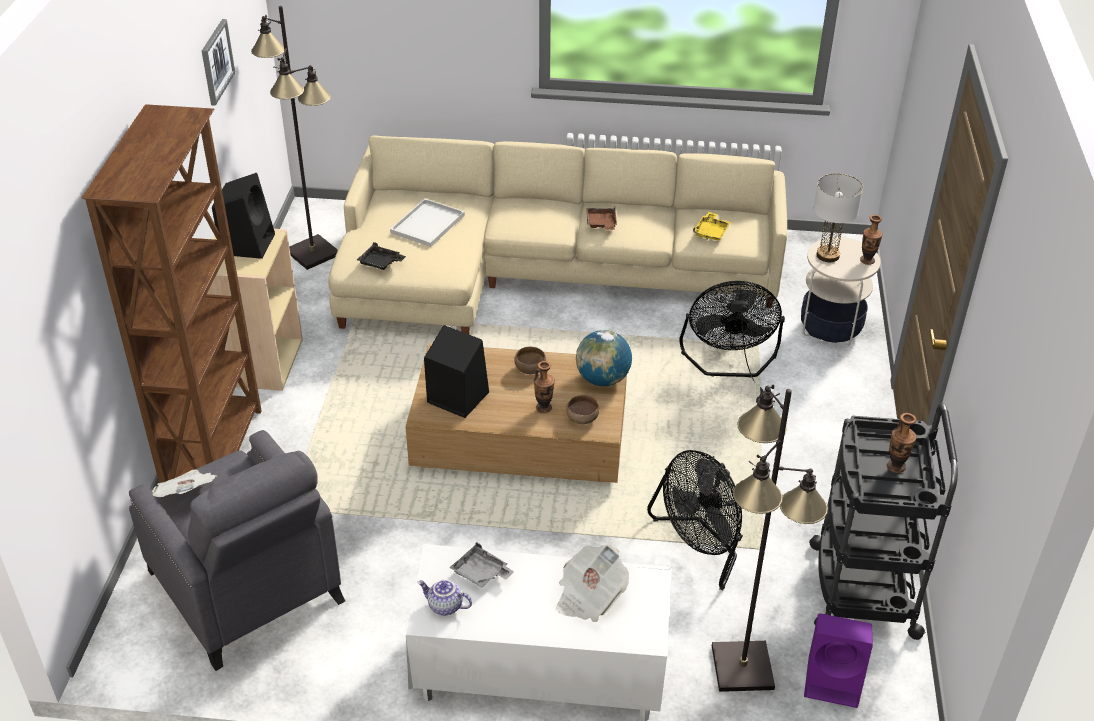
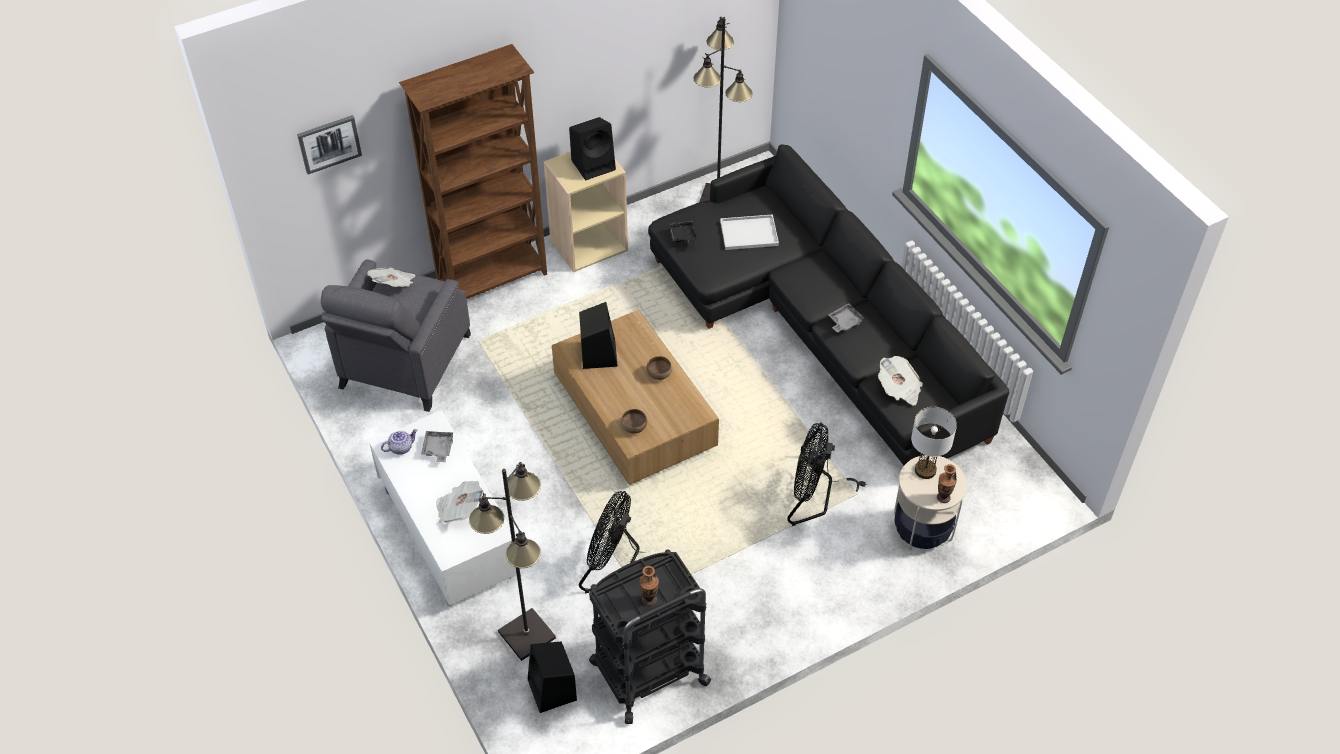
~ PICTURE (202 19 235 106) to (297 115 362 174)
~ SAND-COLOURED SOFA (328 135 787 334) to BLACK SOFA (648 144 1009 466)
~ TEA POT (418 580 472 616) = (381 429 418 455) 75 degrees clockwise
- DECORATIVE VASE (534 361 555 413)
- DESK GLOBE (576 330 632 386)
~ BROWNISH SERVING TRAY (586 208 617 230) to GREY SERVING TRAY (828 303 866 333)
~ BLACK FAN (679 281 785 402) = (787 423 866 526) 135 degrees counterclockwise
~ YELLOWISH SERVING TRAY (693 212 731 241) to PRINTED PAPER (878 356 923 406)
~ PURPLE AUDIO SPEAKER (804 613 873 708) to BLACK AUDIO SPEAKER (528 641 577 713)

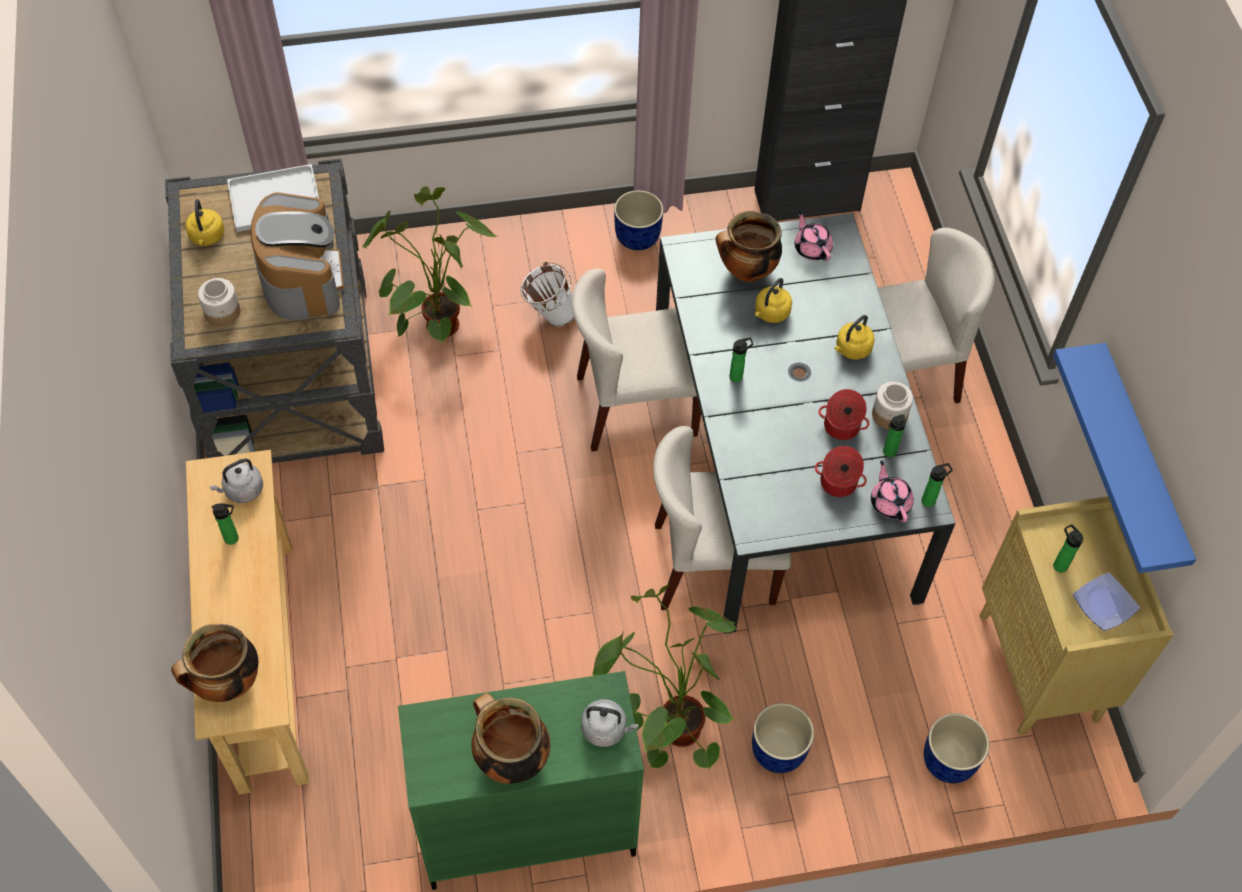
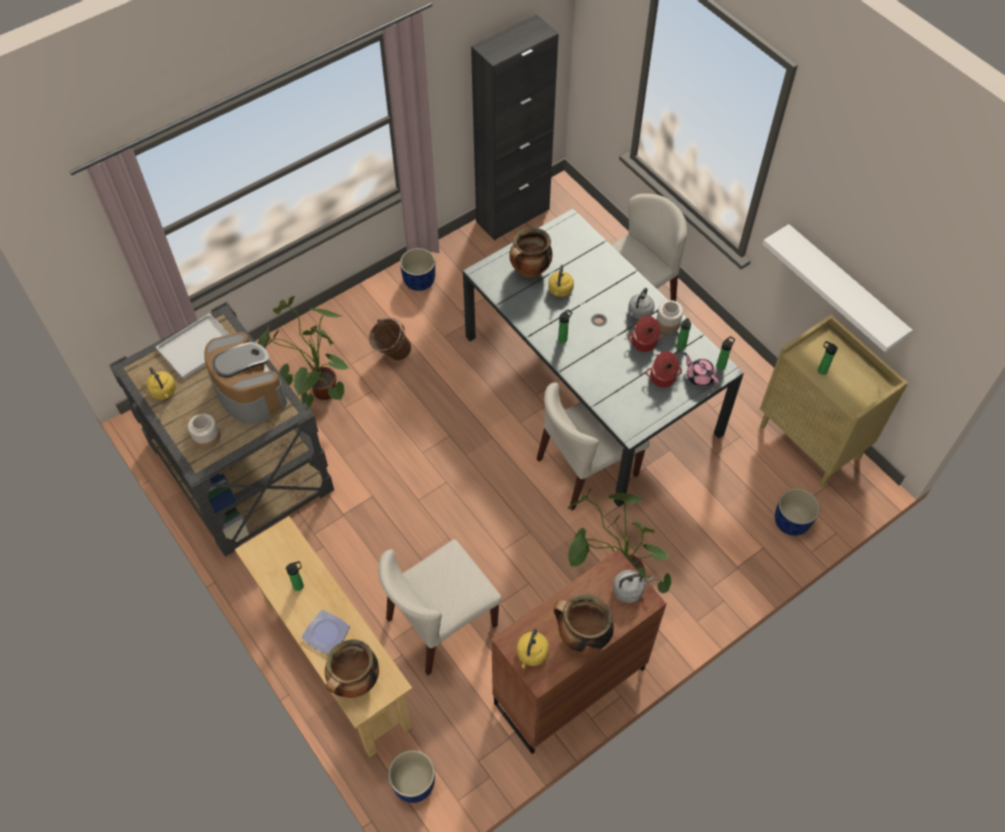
~ GREY TEA KETTLE (210 458 263 503) to (628 288 654 319)
~ GREEN DRAWER CHEST (398 671 644 890) to BROWNISH DRAWER CHEST (491 549 667 754)
~ WHITE WATER BUCKET (521 261 574 327) to BROWNISH WATER BUCKET (369 318 412 361)
~ SAND-COLOURED UPRIGHT CHAIR (572 268 701 452) to (378 539 502 675)
~ BLUISH FLOWER POT (752 703 814 773) to (388 750 435 803)
- PINKISH TEA POT (795 211 833 261)
~ YELLOWISH TEA KETTLE (834 315 875 360) to (517 629 549 668)
~ BLUISH WALL SHELF (1053 343 1196 573) to WHITE WALL SHELF (763 224 913 352)
~ DINNER PLATE (1073 572 1140 631) to (302 610 350 654)

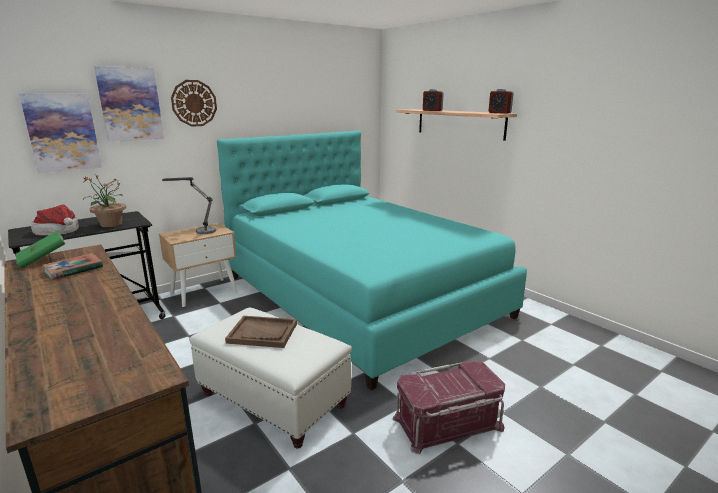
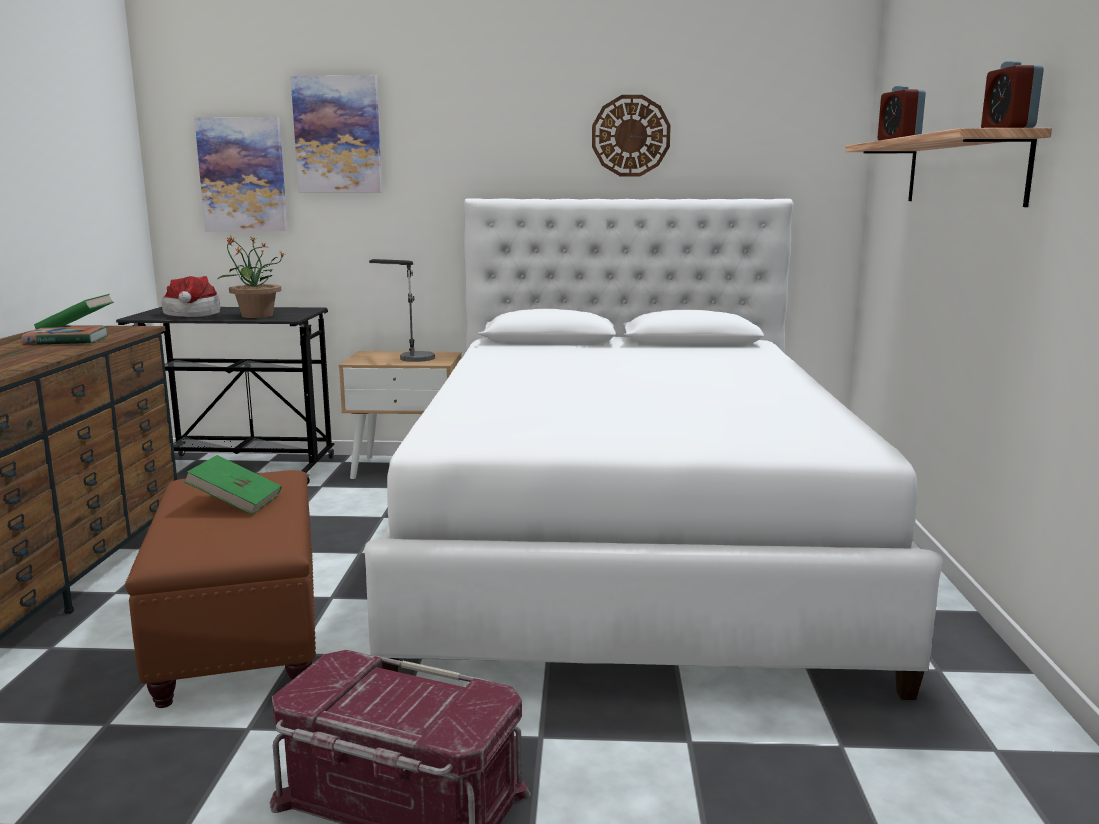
~ HANGING CLOCK (171 80 217 127) to (592 95 671 176)
~ WHITE FOOTREST (189 307 352 448) to BROWNISH FOOTREST (125 470 316 708)
~ TURQUOISE BED (217 131 527 390) to WHITE BED (364 198 942 700)
~ BROWNISH SERVING TRAY (225 316 297 348) to GREEN BOUND BOOK (184 455 282 515)

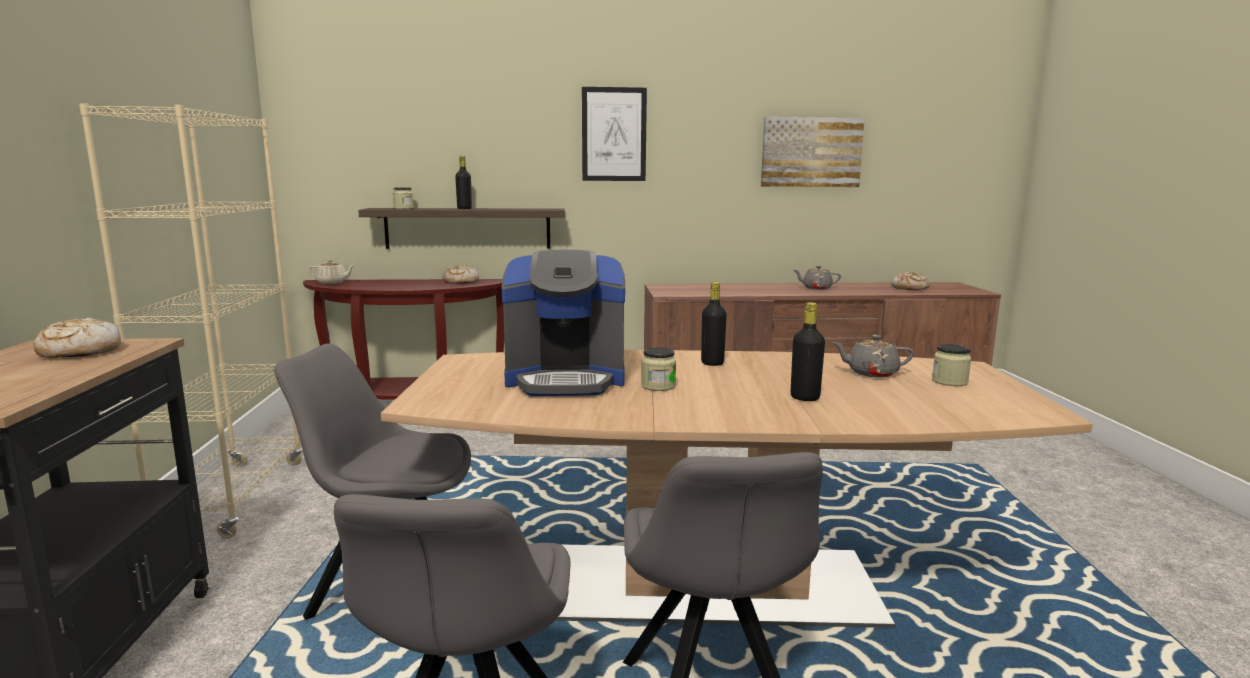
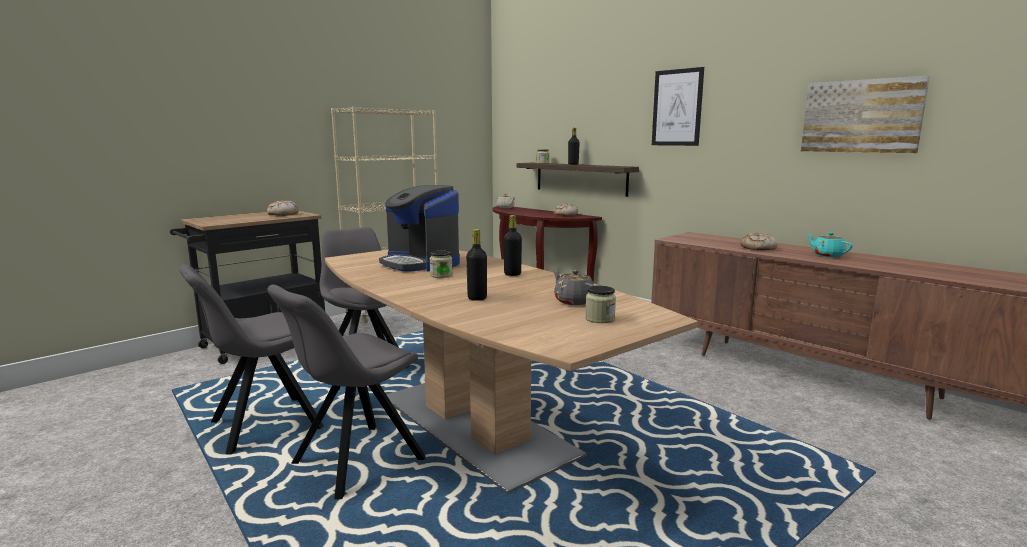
~ GREY TEA POT (794 266 841 290) to TURQUOISE TEA POT (807 233 853 257)
~ BREAD (891 272 930 290) to (740 233 778 250)

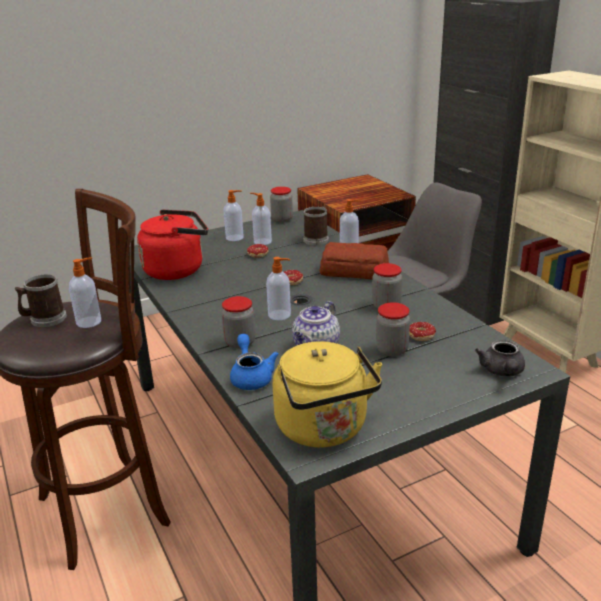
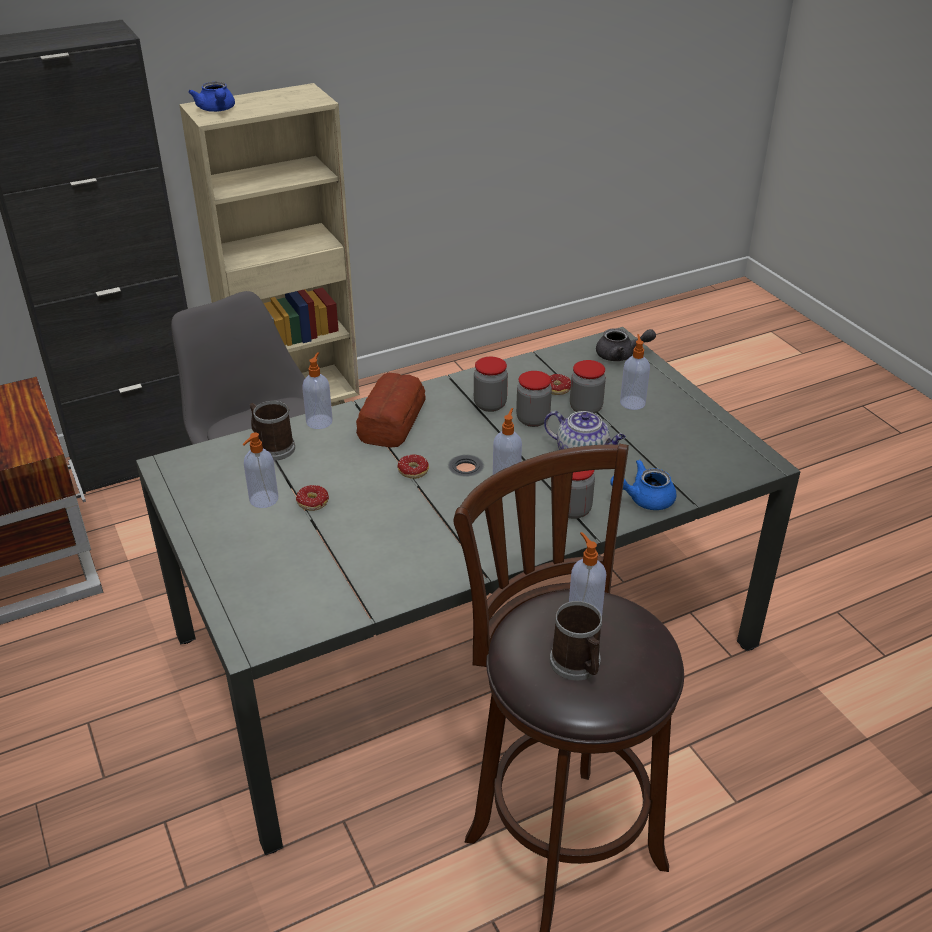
- RED TEA KETTLE (137 209 208 280)
~ SOAP BOTTLE (223 190 244 241) to (620 334 650 410)
~ STORAGE JAR (270 187 293 223) to (516 371 552 427)
- YELLOWISH TEA KETTLE (273 341 382 448)
+ BLUISH TEA POT (188 82 235 112)

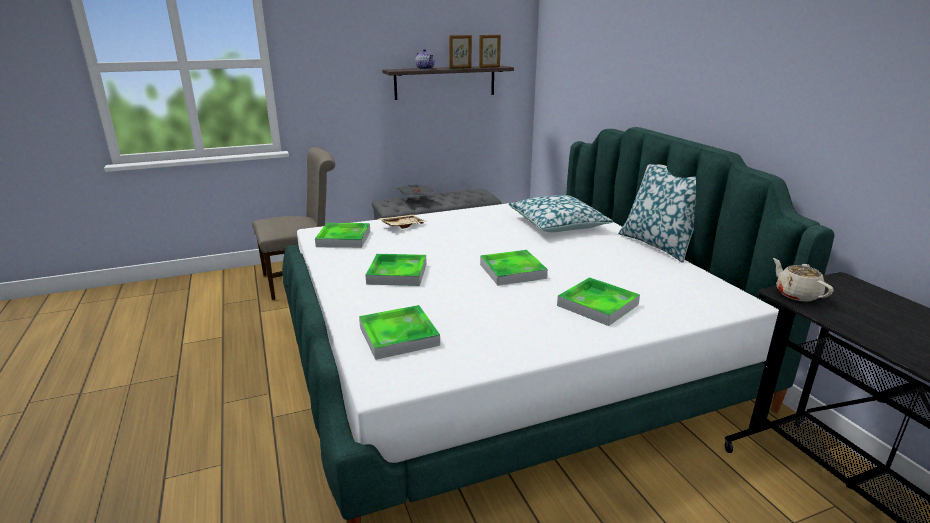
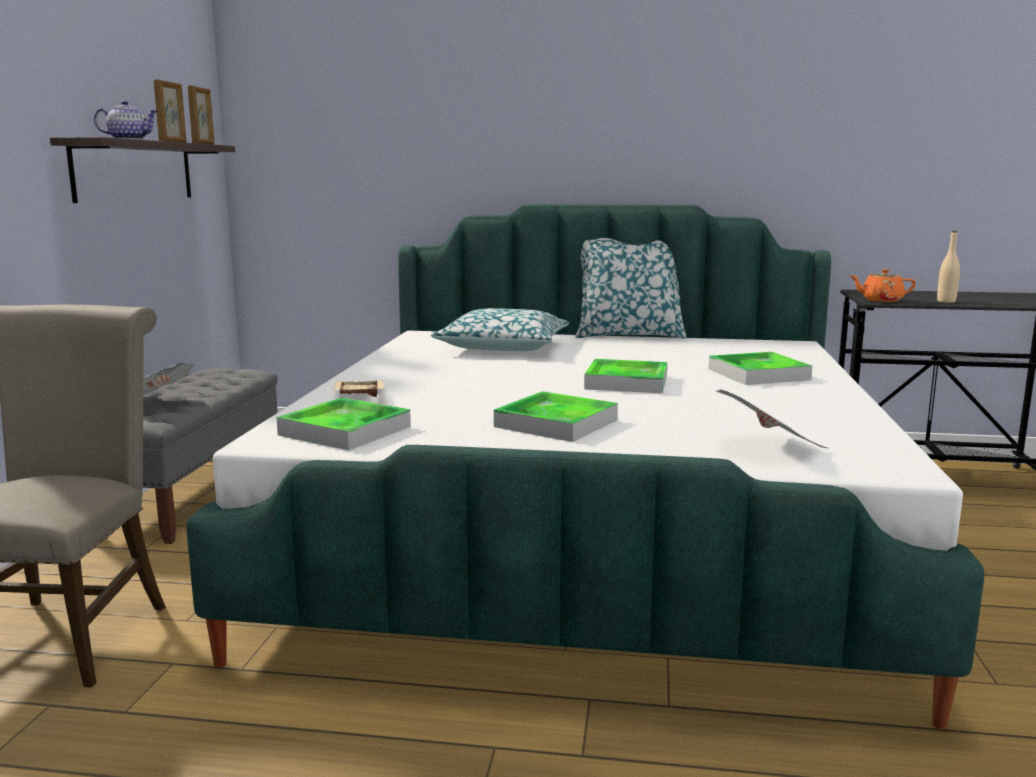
~ SERVING TRAY (359 305 440 360) to PRINTED PAPER (717 389 827 448)
~ SAND-COLOURED TEA POT (773 258 834 302) to ORANGE-COLOURED TEA POT (849 269 916 302)
+ SAND-COLOURED BEVERAGE BOTTLE (937 231 960 303)

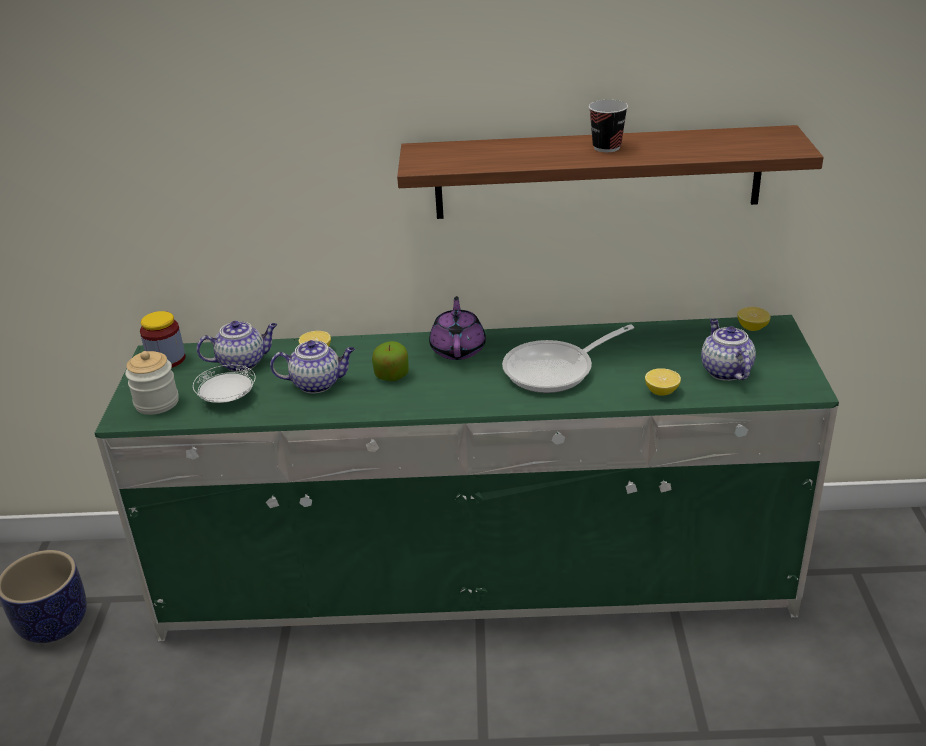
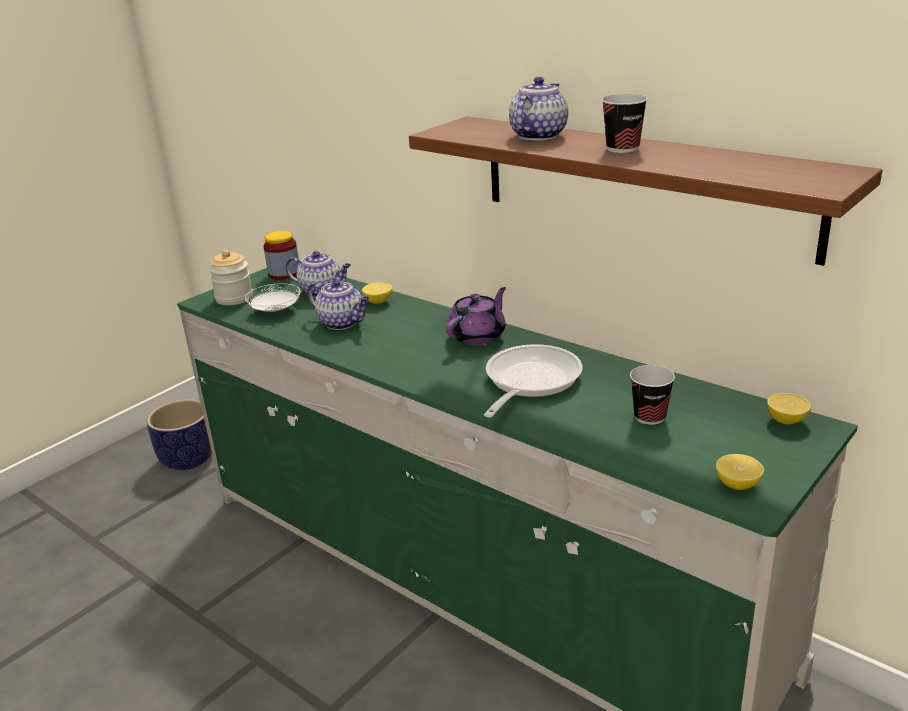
- APPLE (372 341 409 381)
~ SKILLET (502 324 634 393) = (484 344 583 417) 105 degrees clockwise
~ CITRUS FRUIT (645 368 681 395) to (716 454 764 490)
~ TEA POT (701 319 756 381) to (509 77 568 141)
+ SMALL CUP (630 365 675 425)

